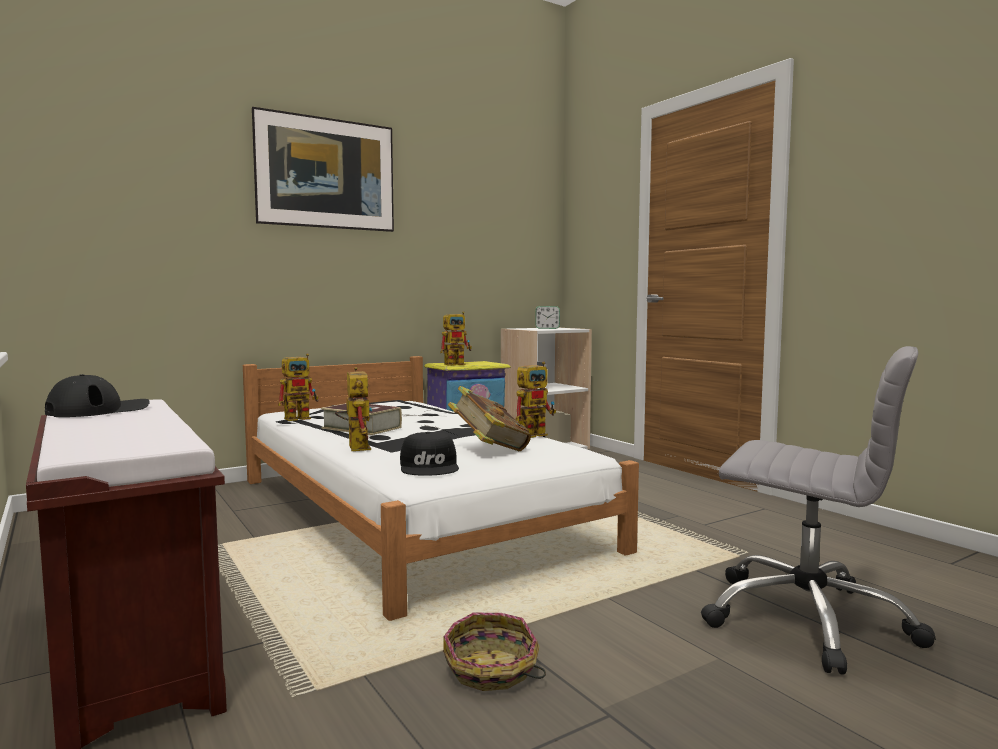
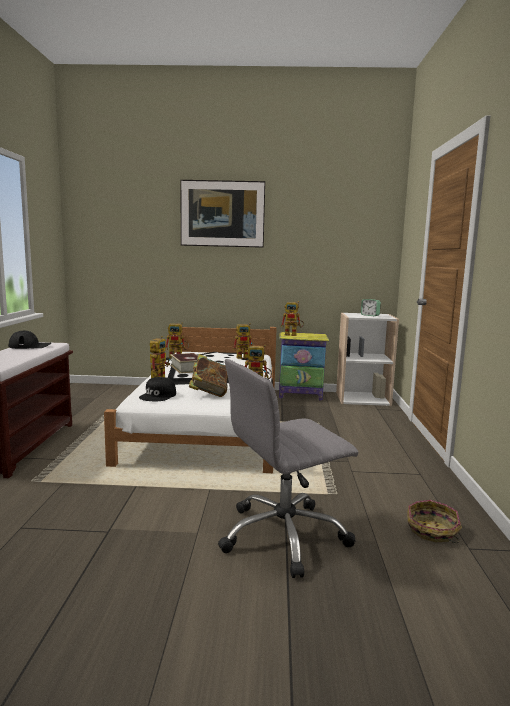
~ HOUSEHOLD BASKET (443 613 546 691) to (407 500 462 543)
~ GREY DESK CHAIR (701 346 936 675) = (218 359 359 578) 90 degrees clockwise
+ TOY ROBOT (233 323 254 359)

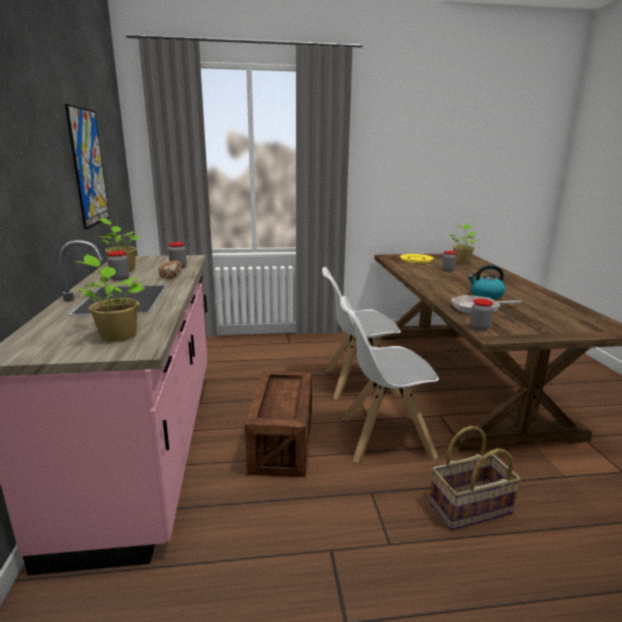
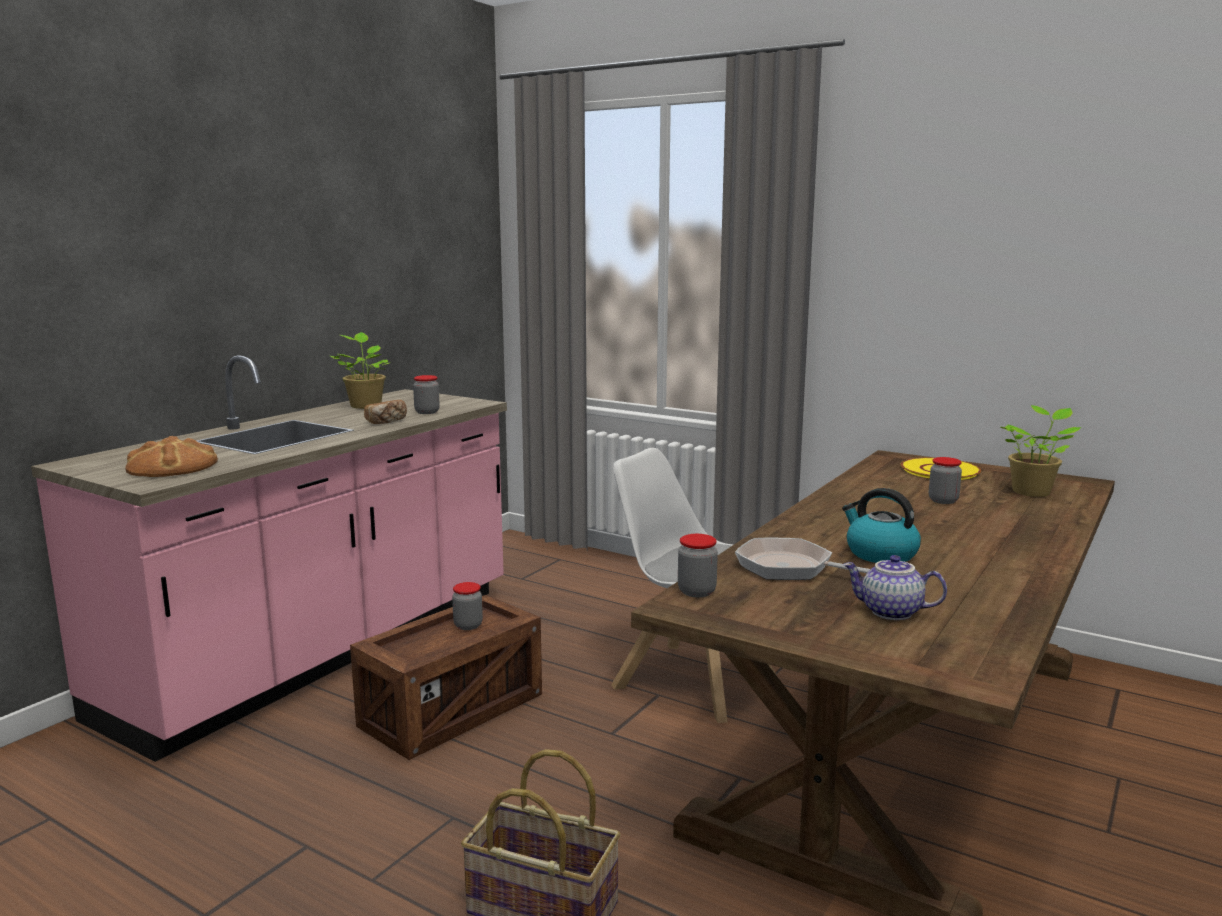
- PICTURE (65 104 110 230)
~ HOUSEPLANT (75 254 145 342) to BREAD (125 436 218 477)
~ STORAGE JAR (107 251 129 281) to (452 582 483 630)
- UPRIGHT CHAIR (340 296 439 464)
+ TEA POT (843 555 947 620)

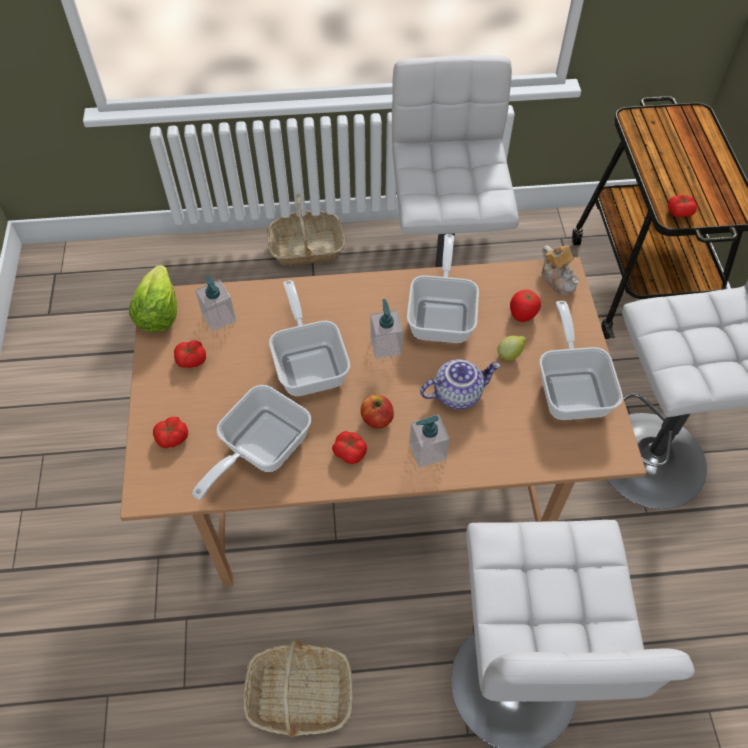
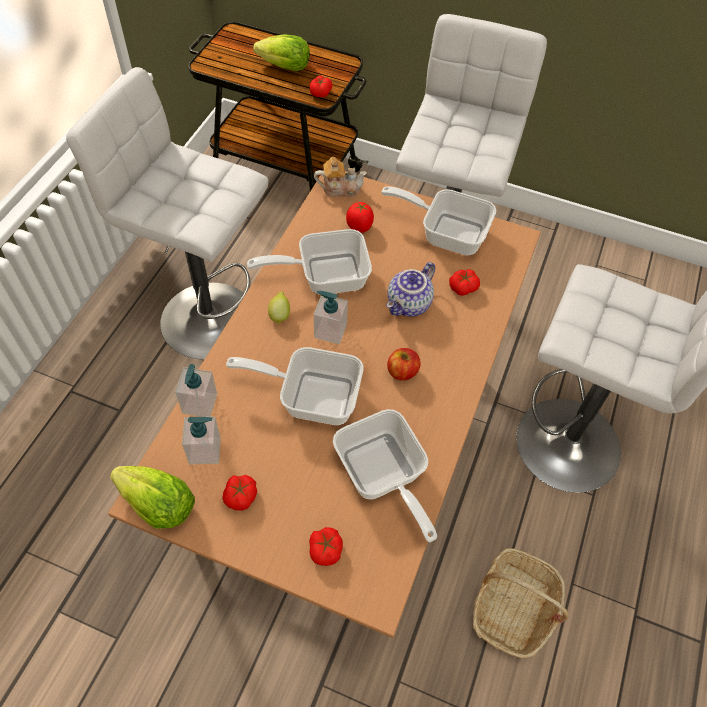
- HOUSEHOLD BASKET (267 194 346 266)
~ WHOLE TOMATO (332 431 367 464) to (449 269 480 296)
~ SKILLET (407 234 479 343) = (247 229 372 295) 45 degrees counterclockwise
~ SOAP BOTTLE (409 414 449 468) to (175 364 217 417)
~ TEA POT (420 359 500 410) = (387 262 435 317) 150 degrees counterclockwise
~ CITRUS FRUIT (497 335 527 360) to (268 292 290 324)
+ LETTUCE (253 34 310 71)

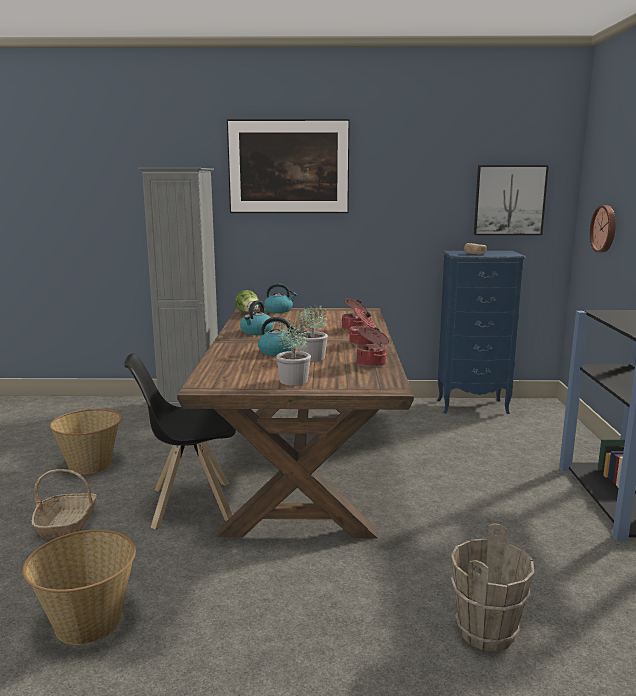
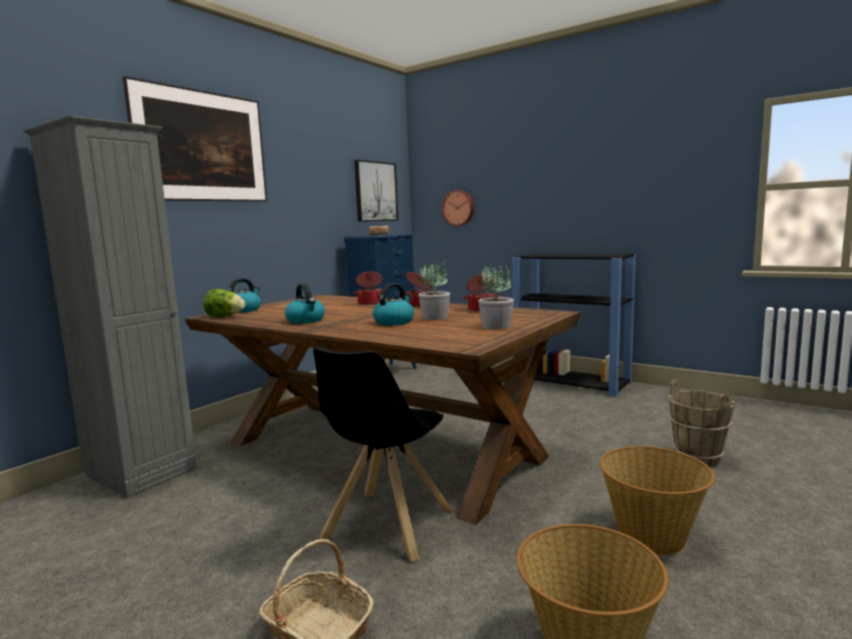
~ HOUSEHOLD BASKET (50 409 122 474) to (600 446 715 555)

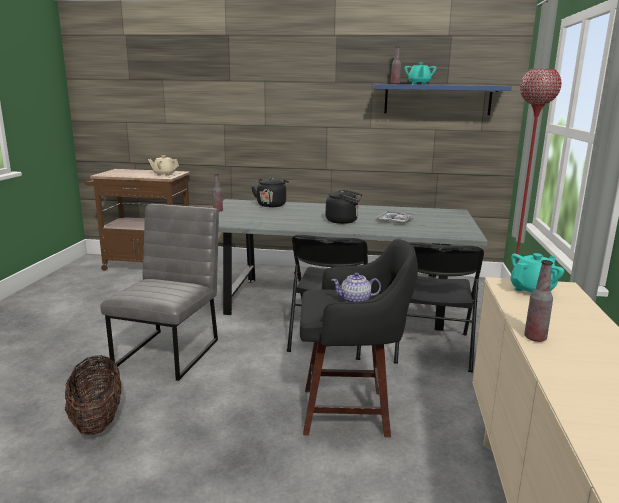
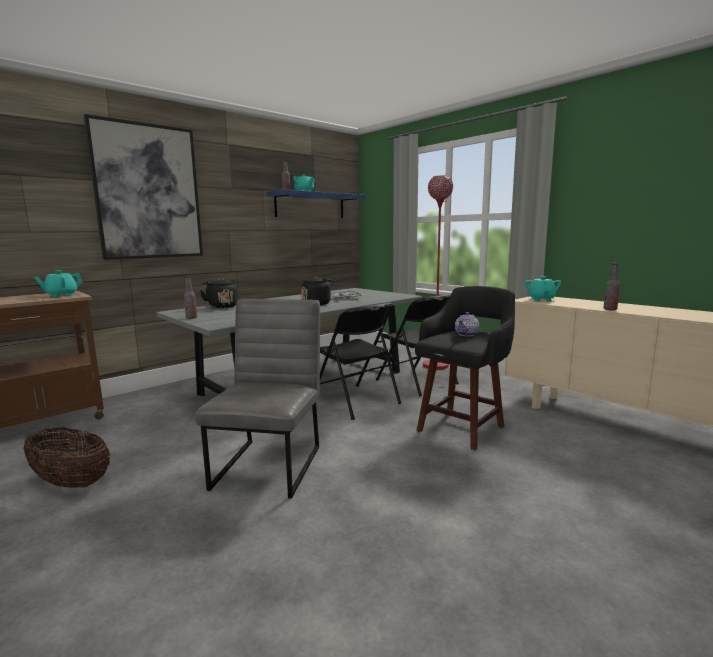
~ HOUSEHOLD BASKET (65 355 122 435) to (23 427 110 488)
~ GREY UPRIGHT CHAIR (100 204 219 381) = (195 299 320 499) 45 degrees clockwise
~ SAND-COLOURED TEA POT (148 155 179 176) to TURQUOISE TEA POT (34 270 83 297)
+ PICTURE (84 114 203 260)

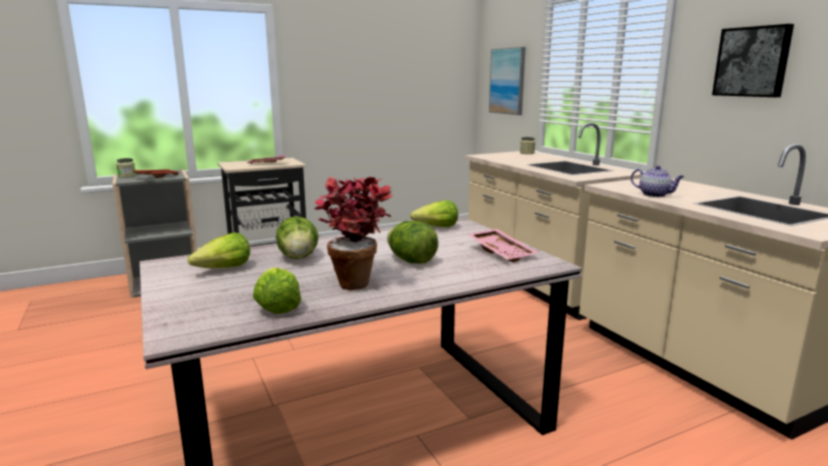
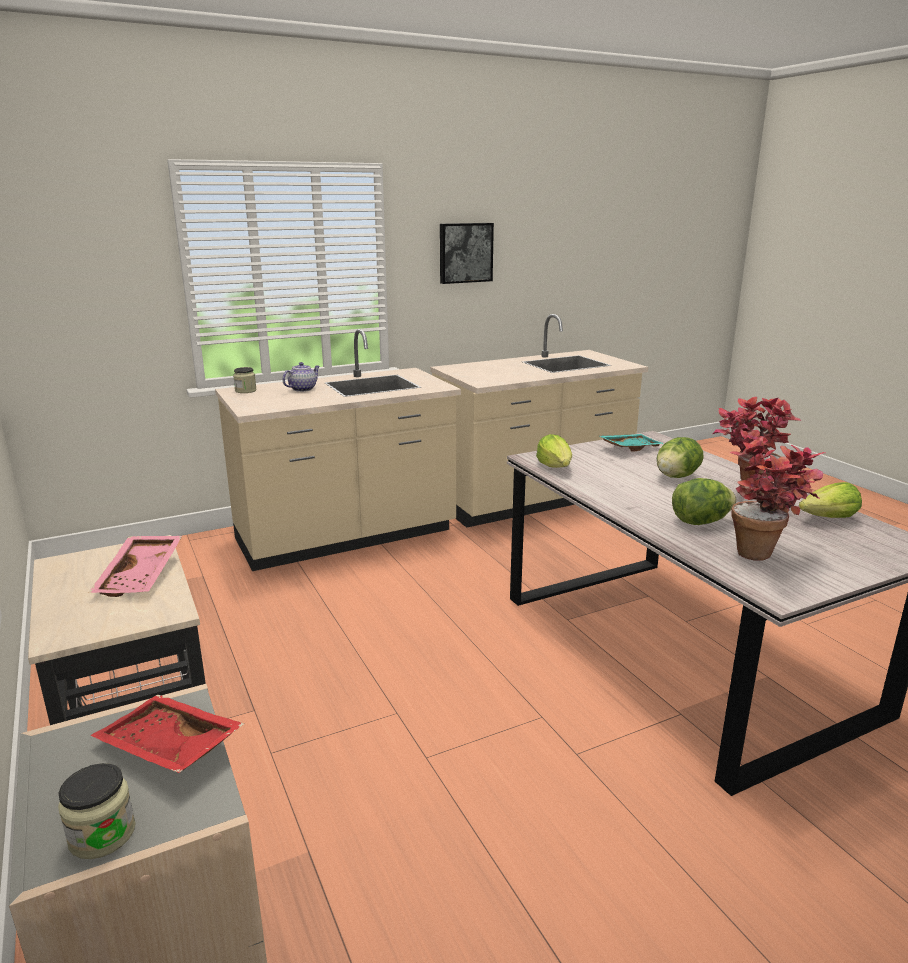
~ LETTUCE (187 232 250 268) to HOUSEPLANT (729 437 825 561)
~ PINKISH SERVING TRAY (468 229 538 262) to TURQUOISE SERVING TRAY (600 434 664 451)
- PICTURE (489 47 526 115)
~ TEA POT (631 166 684 197) to (282 362 320 392)

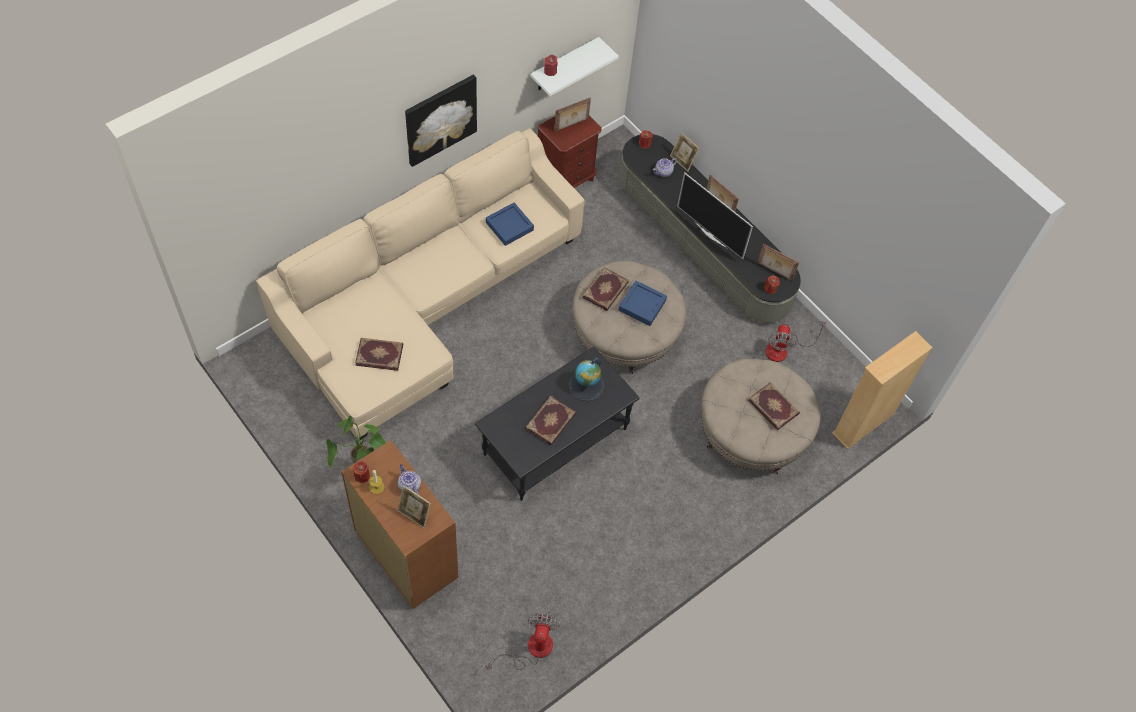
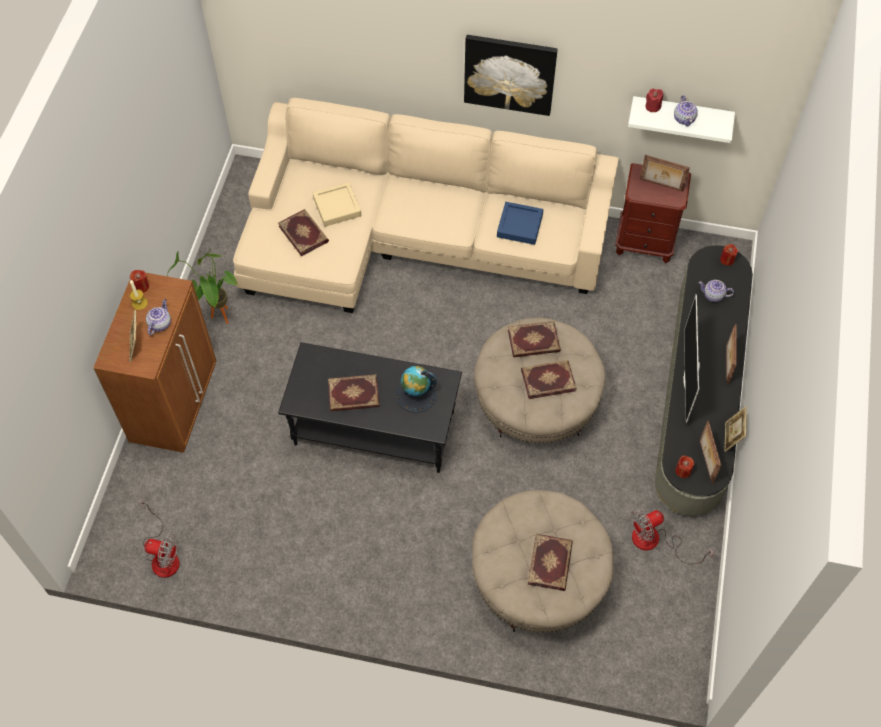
~ FAN (485 613 560 670) = (139 497 180 578) 45 degrees clockwise
~ BLUISH SERVING TRAY (619 281 667 326) to BOUND BOOK (521 360 576 399)
~ STANDING FRAME (670 132 699 172) to (724 406 747 452)
- SAND-COLOURED BOOKSHELF (832 331 933 449)
+ SAND-COLOURED SERVING TRAY (313 182 361 227)
+ TEA POT (674 95 698 126)

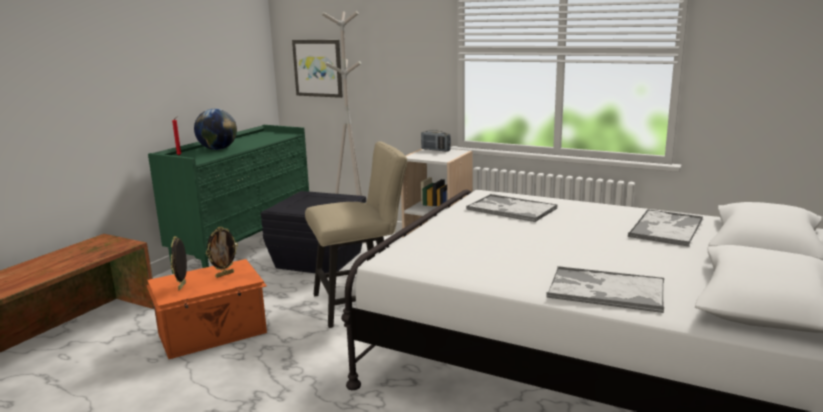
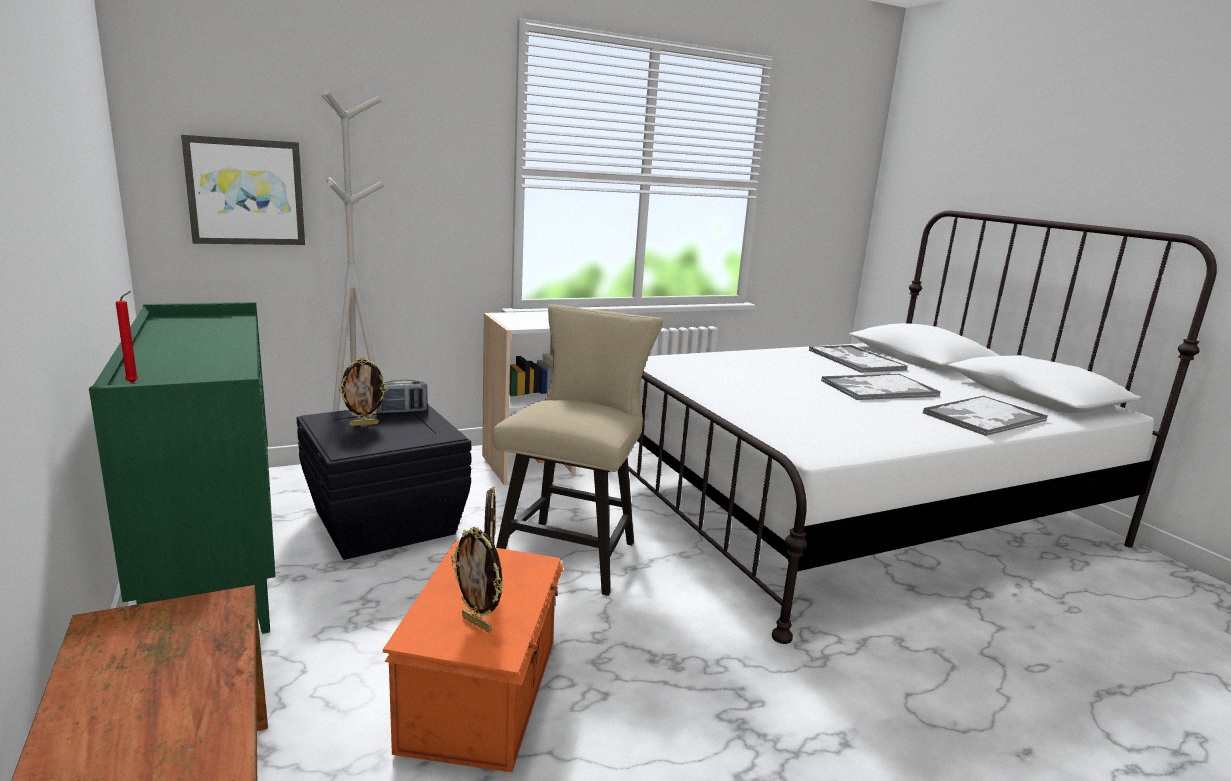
- DESK GLOBE (194 109 237 150)
~ RADIO SET (421 130 451 152) to (377 379 428 413)
~ SERVING TRAY (466 194 557 222) to (821 374 941 400)
+ STANDING FRAME (338 357 388 426)

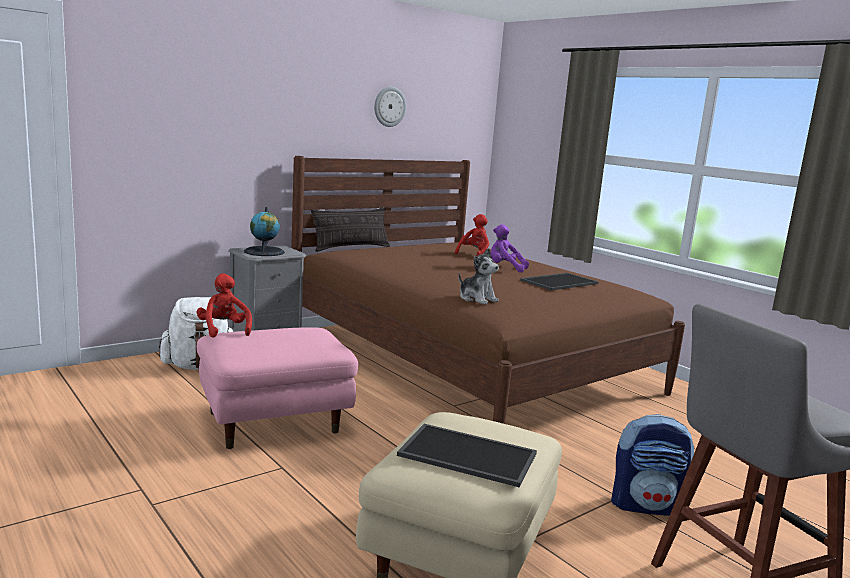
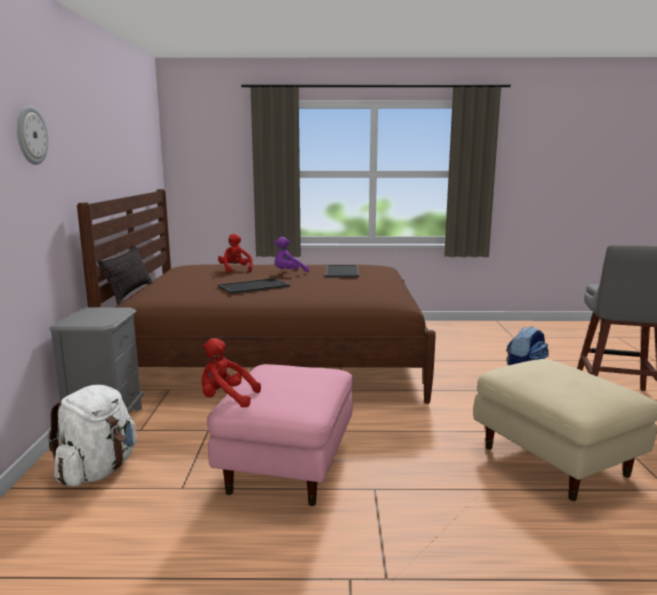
- DESK GLOBE (244 207 285 256)
~ HANGING CLOCK (374 87 406 127) to (17 105 48 165)
~ SERVING TRAY (397 424 537 488) to (218 278 290 294)
- SOFT TOY (458 248 499 305)

